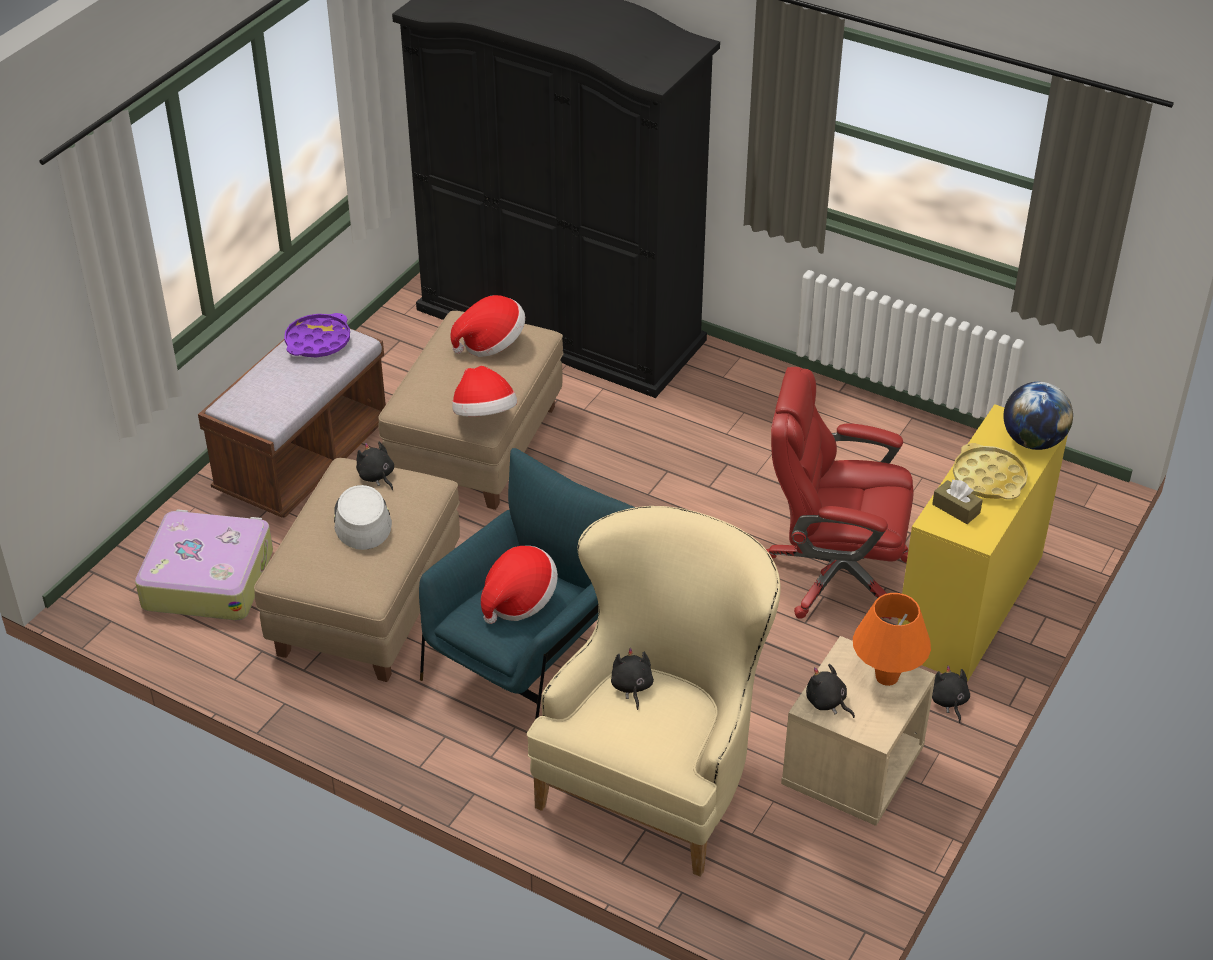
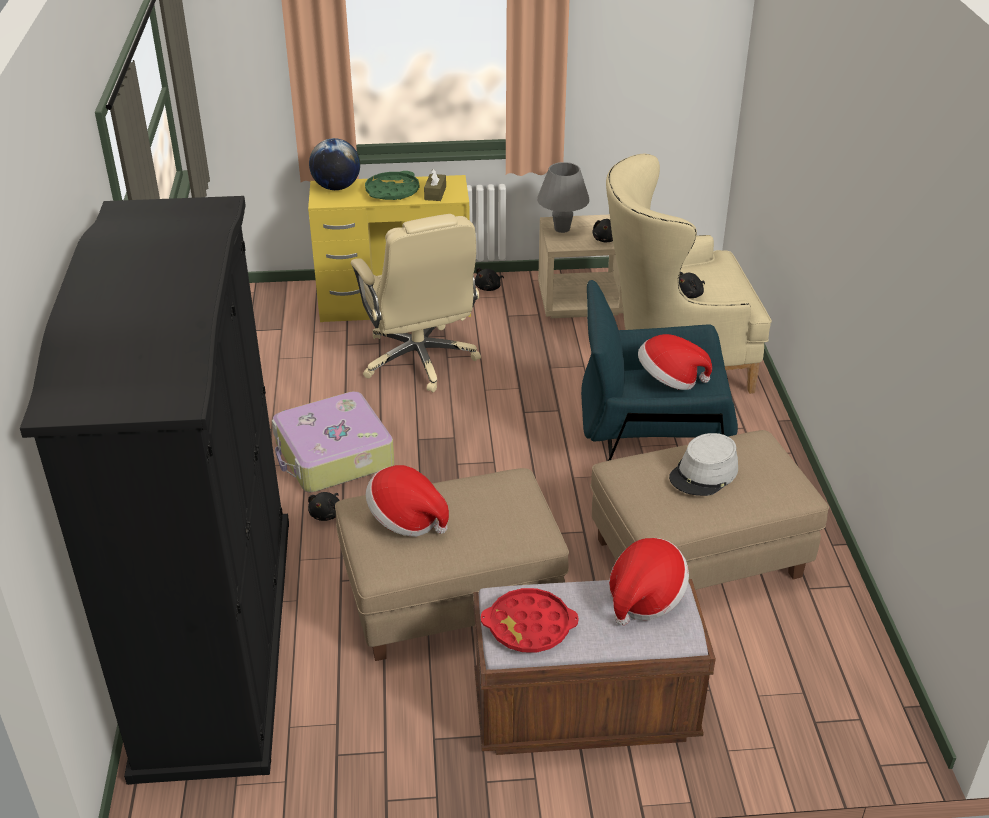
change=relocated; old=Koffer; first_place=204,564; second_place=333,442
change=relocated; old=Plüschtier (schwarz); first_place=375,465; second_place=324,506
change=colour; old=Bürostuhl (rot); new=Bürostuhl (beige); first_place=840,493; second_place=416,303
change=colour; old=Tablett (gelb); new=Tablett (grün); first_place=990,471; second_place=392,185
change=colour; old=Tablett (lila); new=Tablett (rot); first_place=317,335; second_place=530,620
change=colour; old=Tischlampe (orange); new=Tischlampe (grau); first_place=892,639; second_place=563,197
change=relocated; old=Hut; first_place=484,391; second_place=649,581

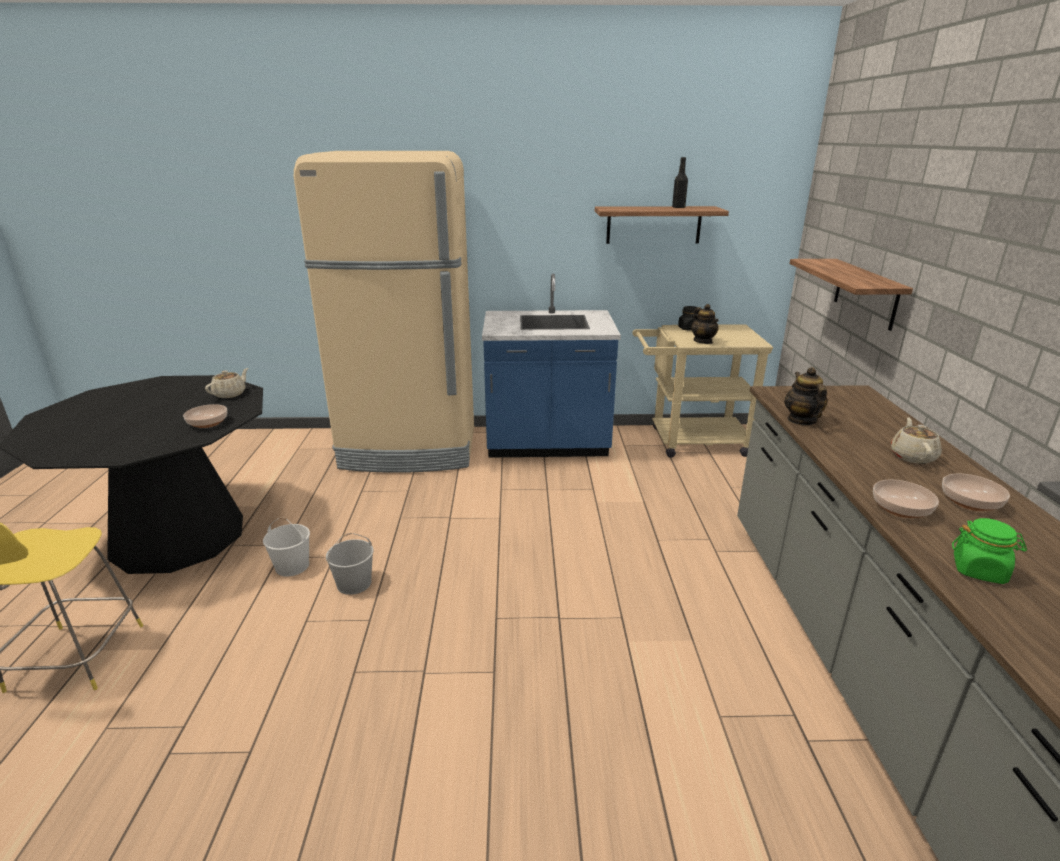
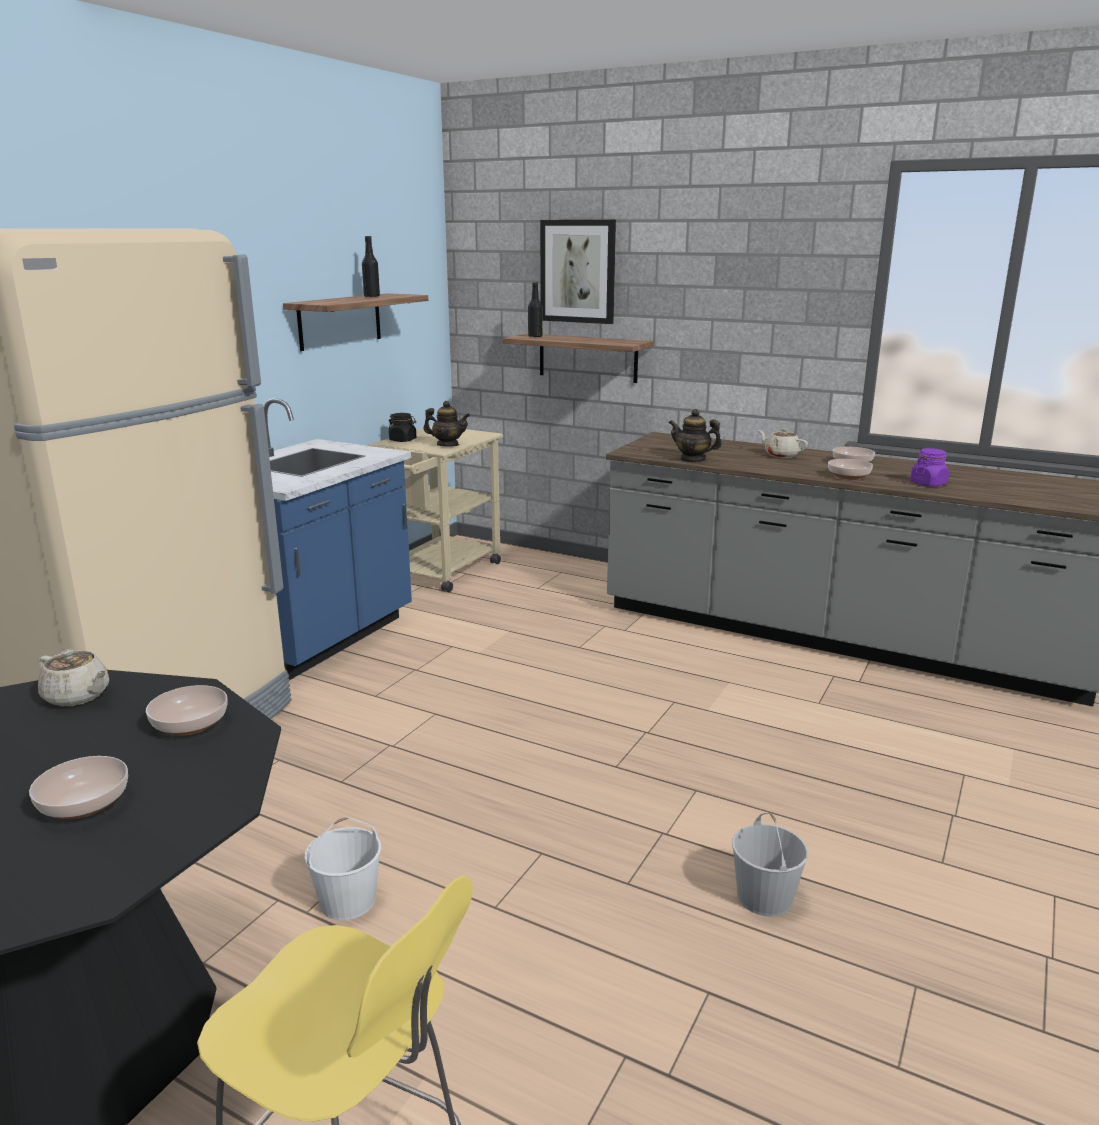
change=appeared; new=Schüssel; second_place=78,787
change=spun; old=Teekanne (beige); first_place=226,383; second_place=73,678; degrees=150
change=appeared; new=Flasche (schwarz); second_place=535,309
change=appeared; new=Bild; second_place=578,272
change=relocated; old=Eimer (weiß); first_place=349,564; second_place=770,865
change=colour; old=Vorratsglas (grün); new=Vorratsglas (lila); first_place=989,551; second_place=929,467

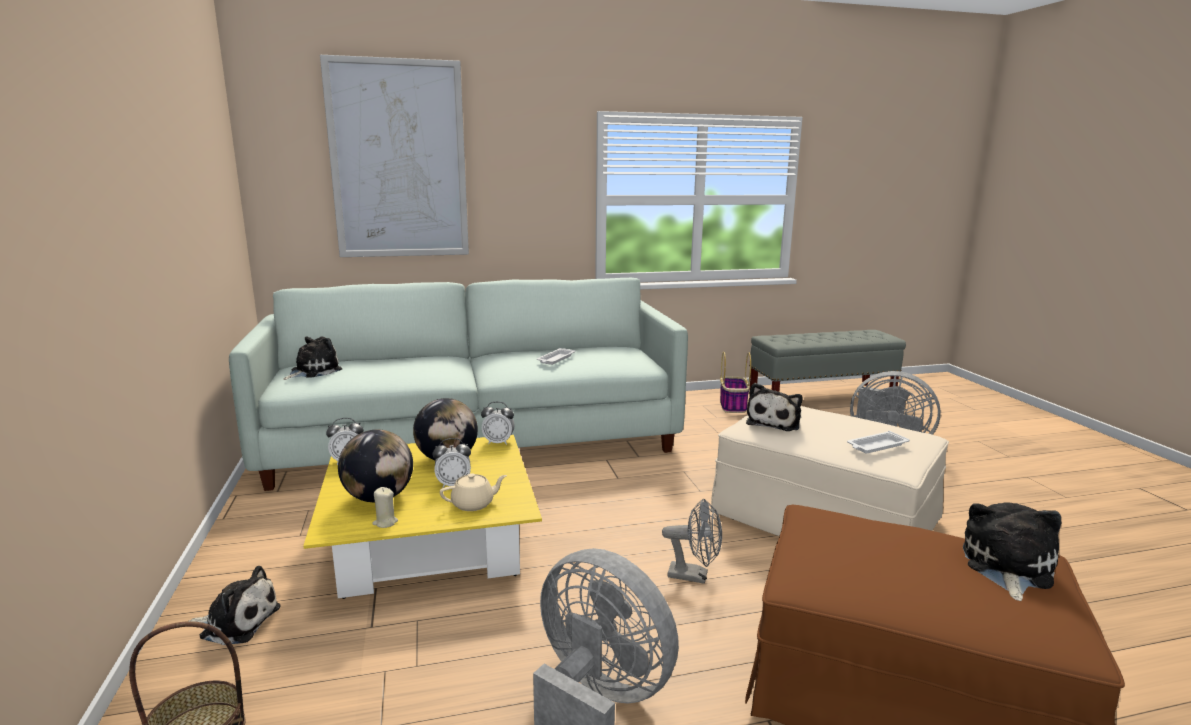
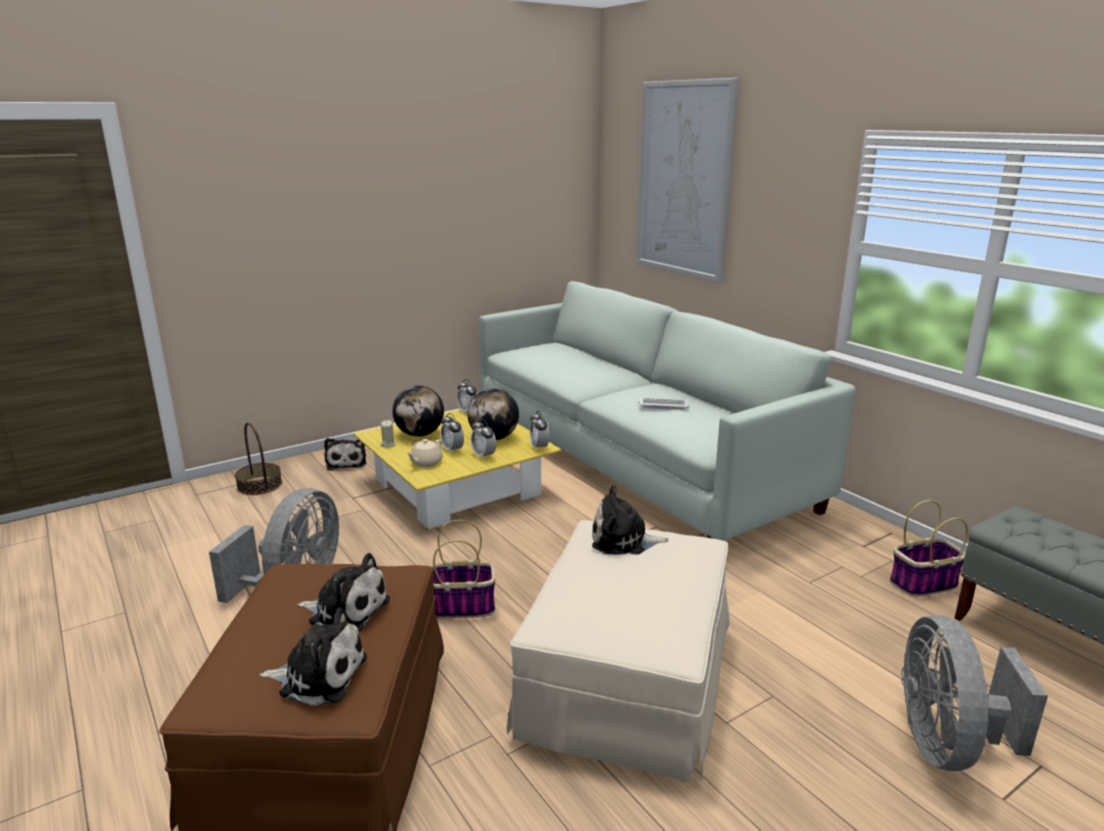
change=relocated; old=Plüschtier; first_place=312,358; second_place=343,592
change=spun; old=Teekanne (beige); first_place=473,492; second_place=425,453; degrees=75
change=exchanged; old=Ventilator (grau); new=Korb; first_place=692,541; second_place=463,569
change=appeared; new=Wecker; second_place=483,439
change=missing; old=Tablett (weiß); first_place=878,442

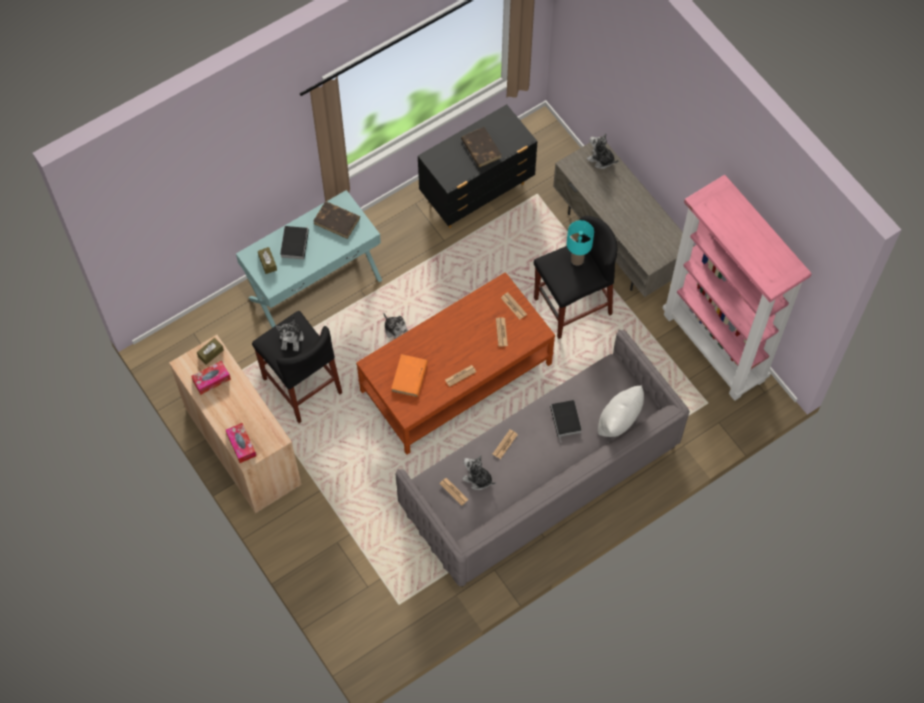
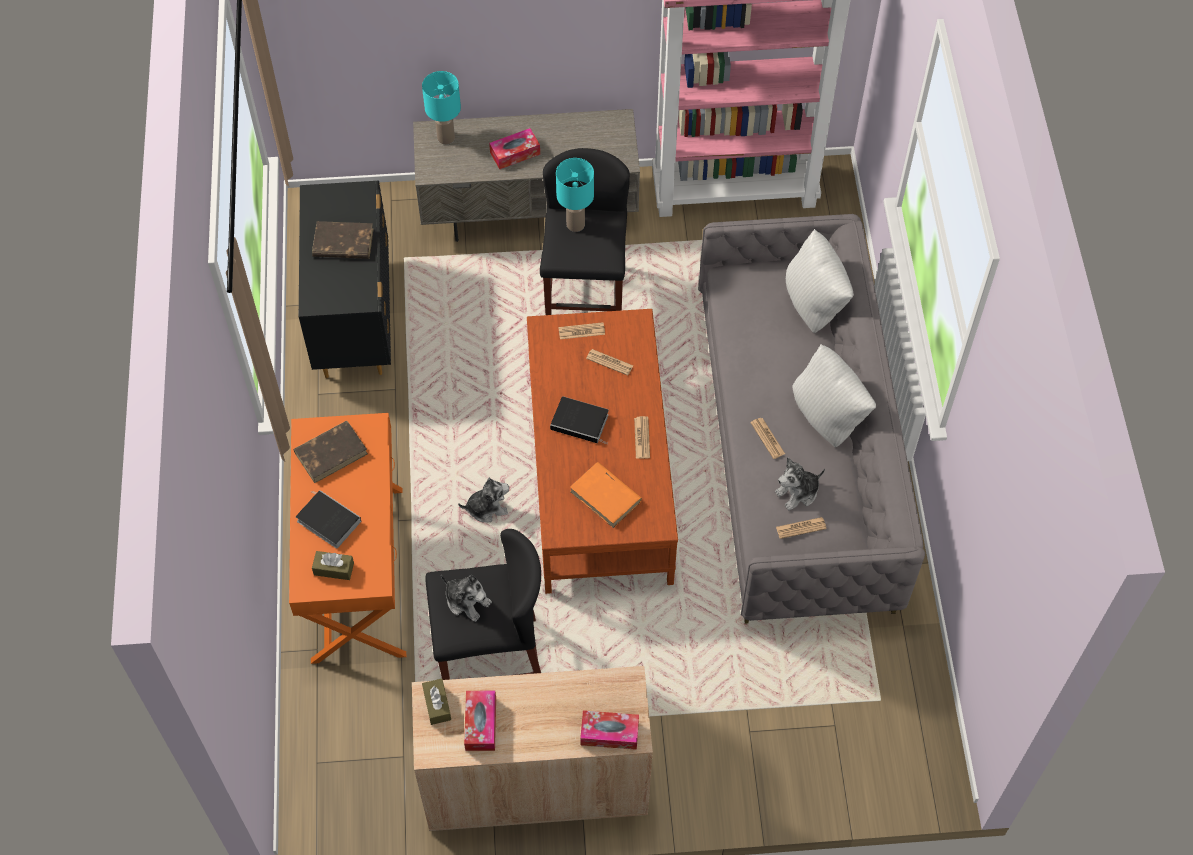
change=colour; old=Konsolentisch (türkis); new=Konsolentisch (orange); first_place=309,259; second_place=347,538
change=exchanged; old=Plüschtier; new=Tischlampe (türkis); first_place=603,151; second_place=441,108
change=appeared; new=Taschentuchbox; second_place=514,148
change=relocated; old=Buch; first_place=566,421; second_place=579,420
change=appeared; new=Kissen (weiß); second_place=834,395

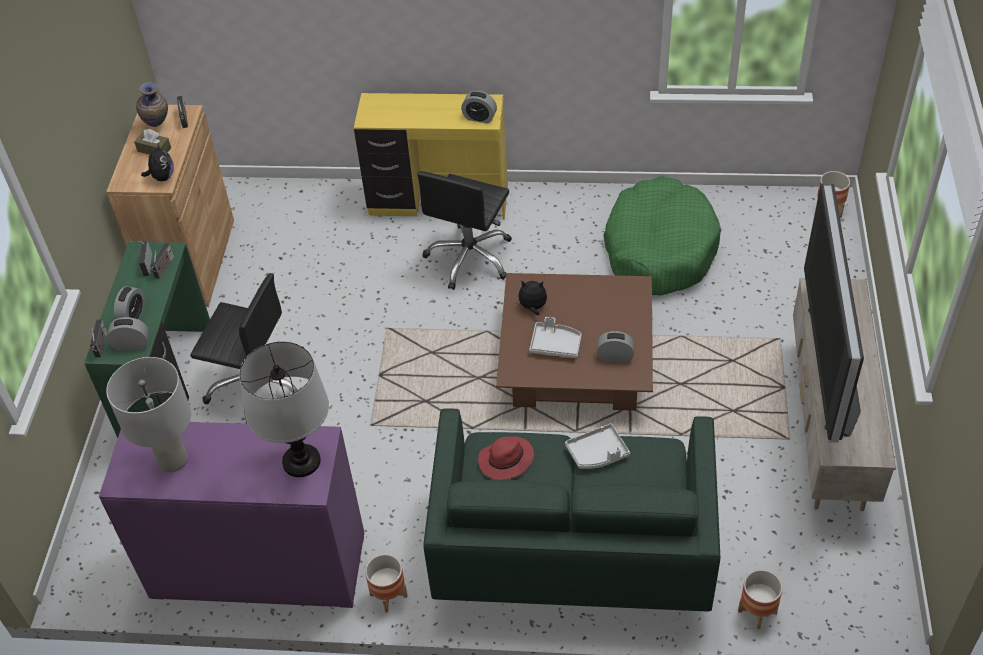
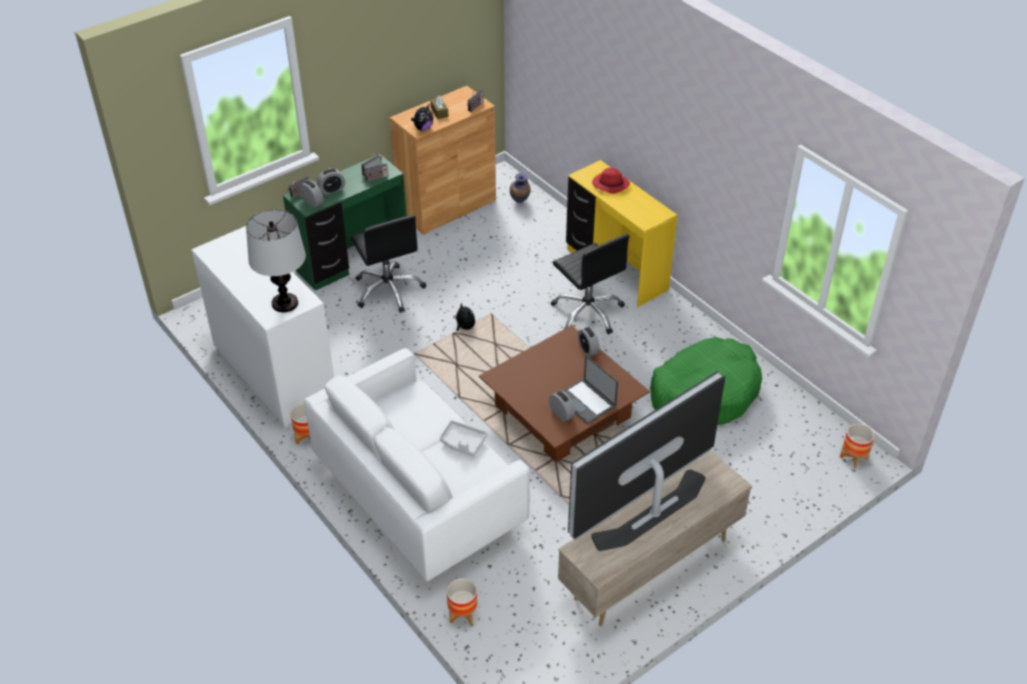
change=colour; old=Kommode (lila); new=Kommode (weiß); first_place=231,515; second_place=262,327
change=colour; old=Sofa (grün); new=Sofa (weiß); first_place=571,510; second_place=417,465
change=relocated; old=Plüschtier; first_place=531,298; second_place=464,317
change=relocated; old=Vase; first_place=152,104; second_place=520,188
change=spun; old=Bürostuhl (schwarz); first_place=464,230; second_place=590,284; degrees=-105
change=appeared; new=Laptop; second_place=591,389
change=relocated; old=Wecker; first_place=479,107; second_place=589,342
change=relocated; old=Hut (rot); first_place=506,458; second_place=611,180
change=missing; old=Tischlampe (grau); first_place=148,414
change=missing; old=Tablett (grau); first_place=555,337

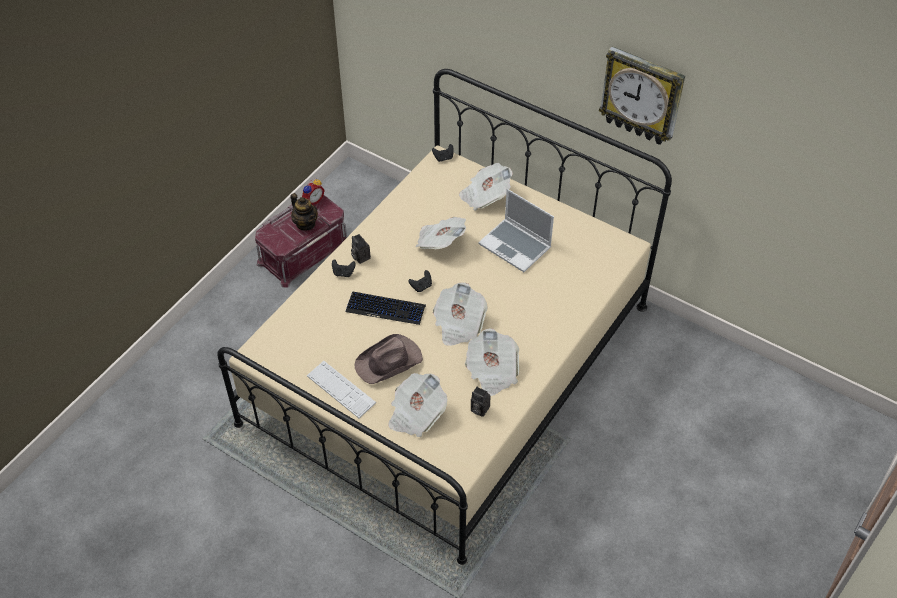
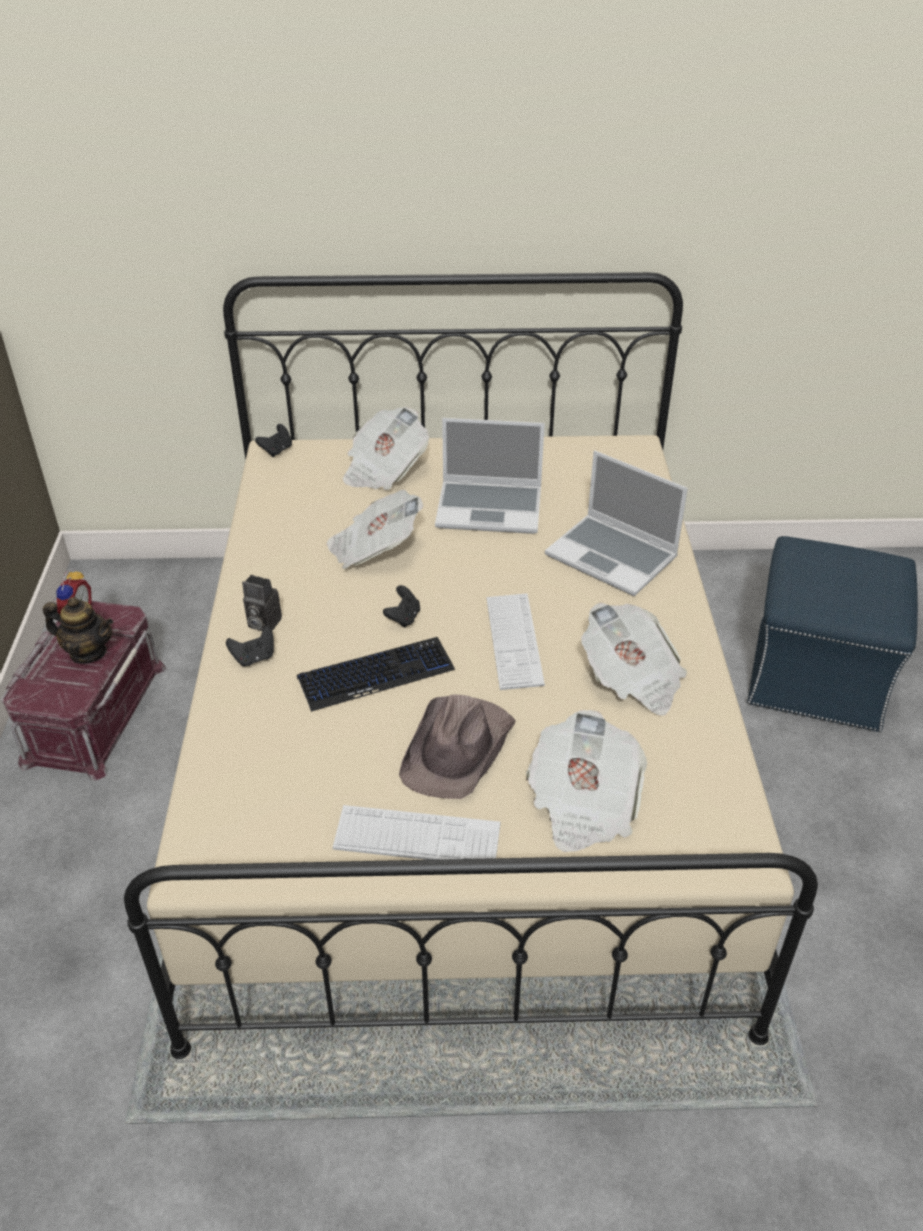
change=exchanged; old=Zeitung; new=Tastatur; first_place=460,314; second_place=515,641
change=appeared; new=Laptop; second_place=616,523
change=appeared; new=Polsterhocker (blau); second_place=832,634
change=missing; old=Kamera; first_place=481,402
change=missing; old=Wanduhr; first_place=642,96

